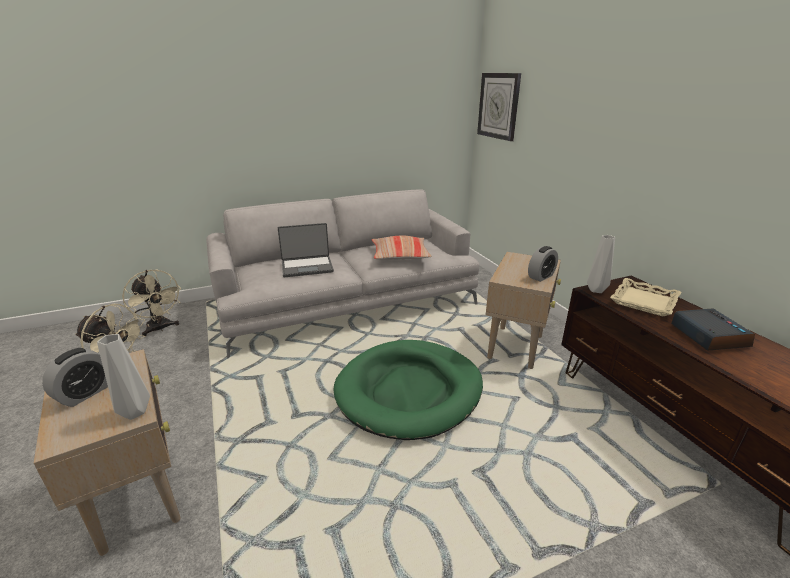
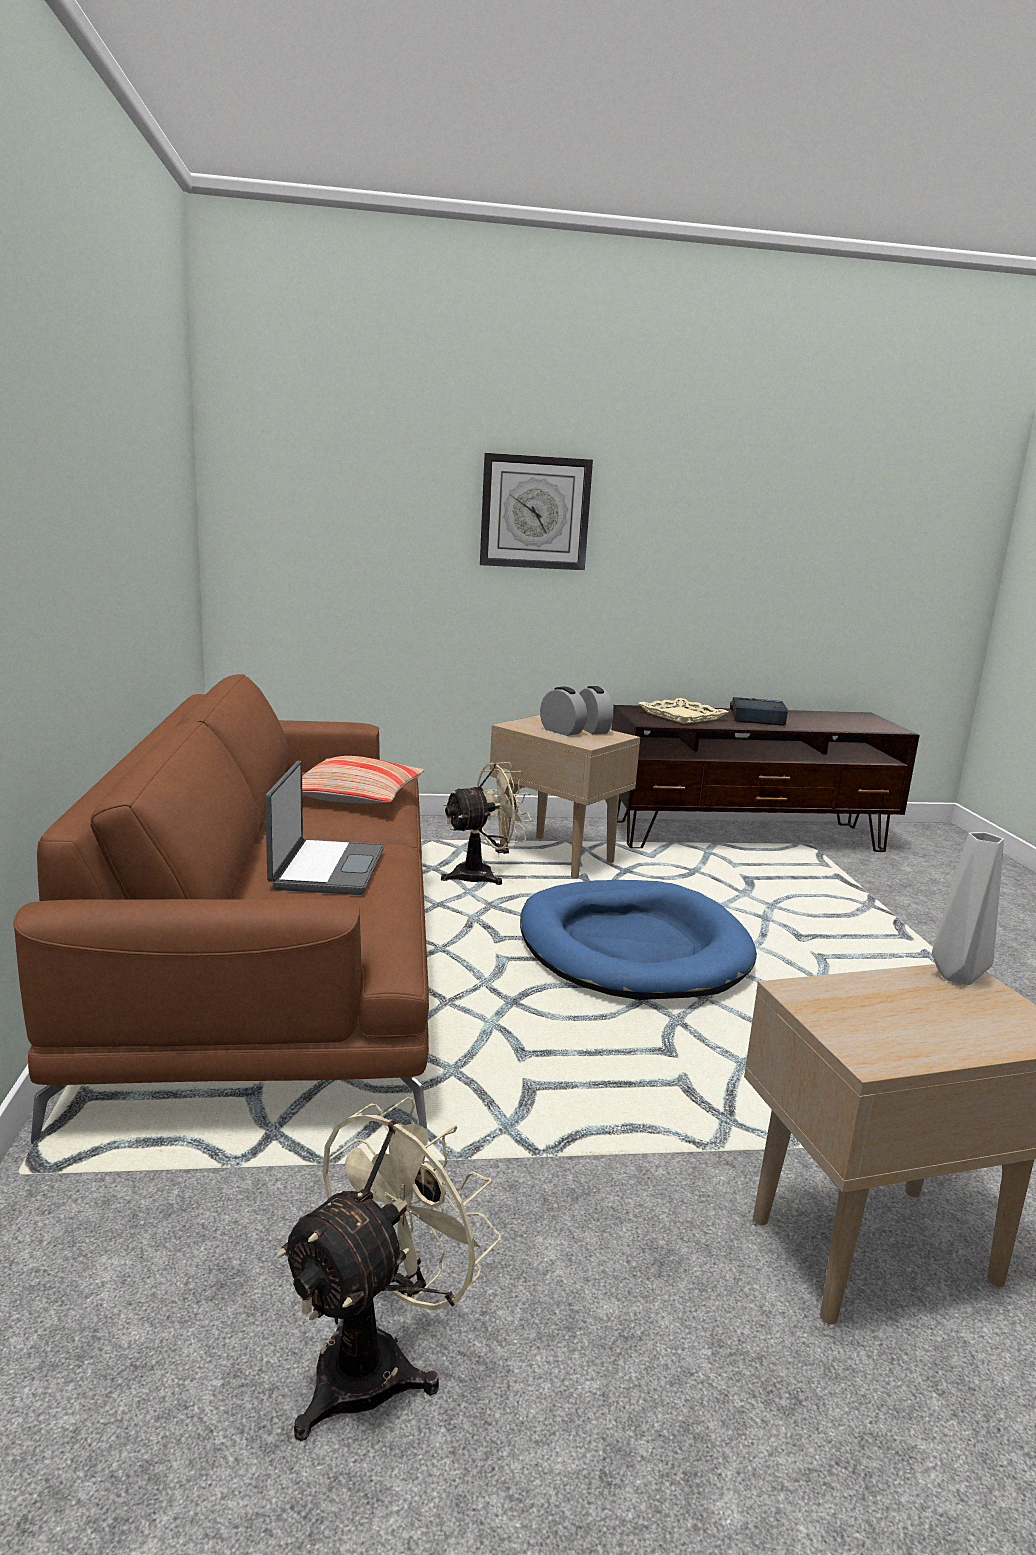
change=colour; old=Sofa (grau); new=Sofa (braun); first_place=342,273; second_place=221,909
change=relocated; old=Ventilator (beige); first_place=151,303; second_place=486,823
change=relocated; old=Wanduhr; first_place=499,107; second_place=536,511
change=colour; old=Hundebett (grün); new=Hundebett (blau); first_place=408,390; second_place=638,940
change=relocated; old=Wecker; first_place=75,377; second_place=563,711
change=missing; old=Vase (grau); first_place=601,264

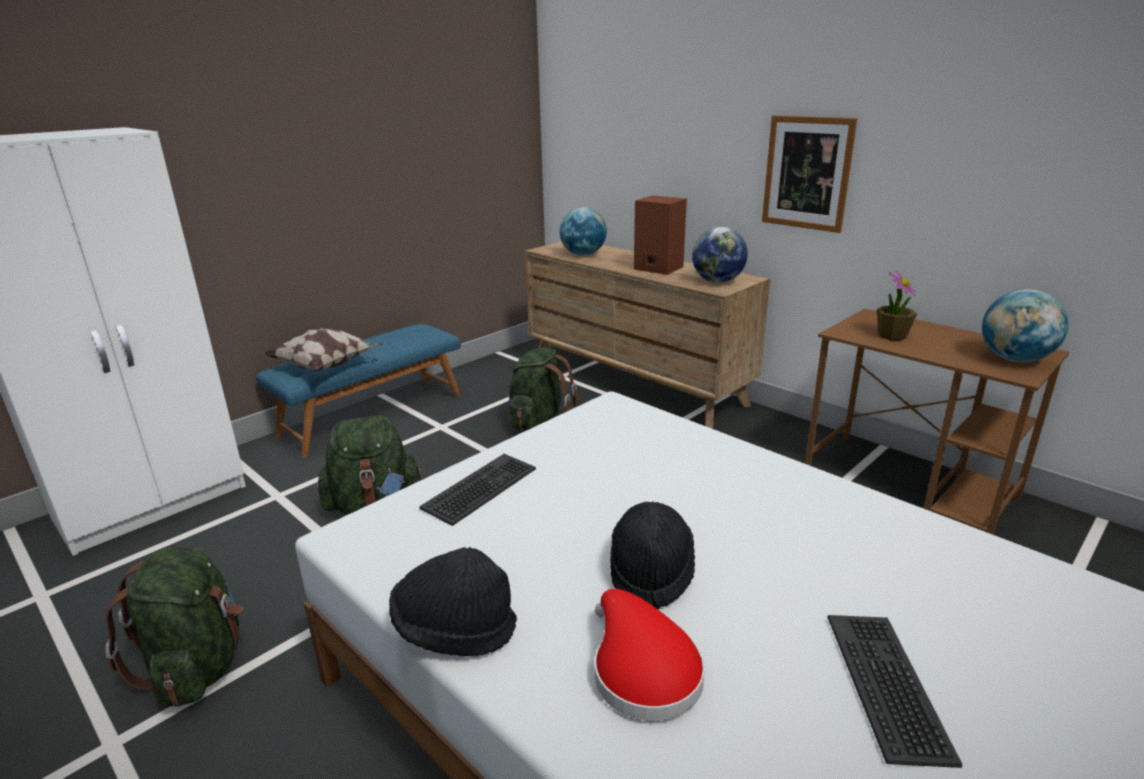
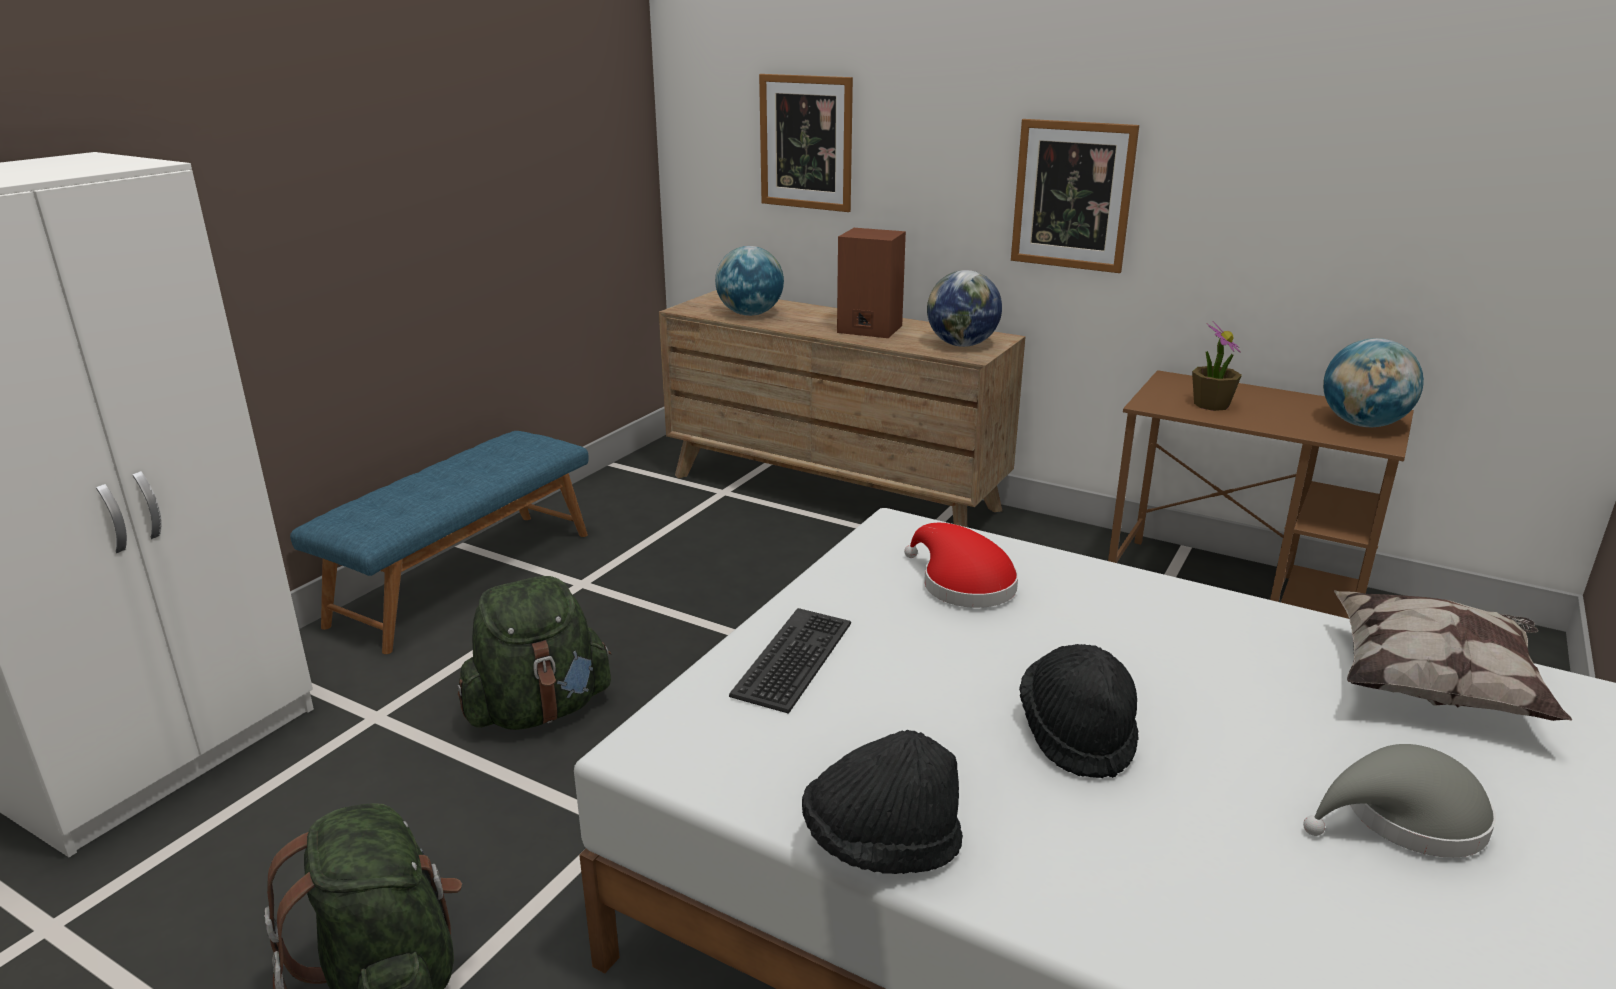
change=appeared; new=Bild; second_place=806,143
change=relocated; old=Hut (rot); first_place=649,655; second_place=961,565
change=exchanged; old=Tastatur; new=Hut (grau); first_place=895,691; second_place=1399,801
change=relocated; old=Kissen; first_place=323,349; second_place=1452,655
change=missing; old=Rucksack (grün); first_place=542,389

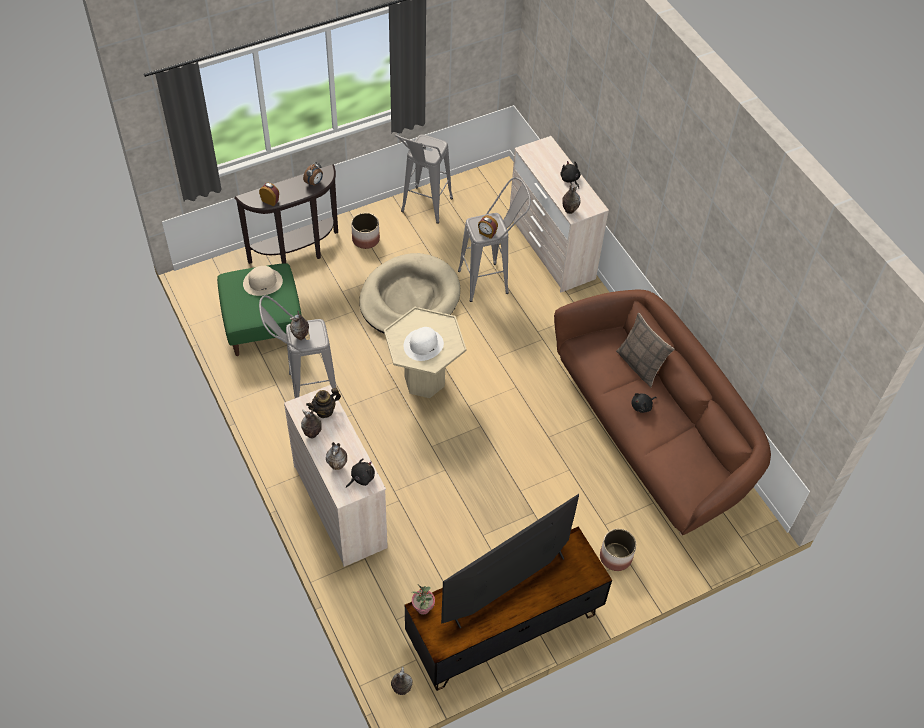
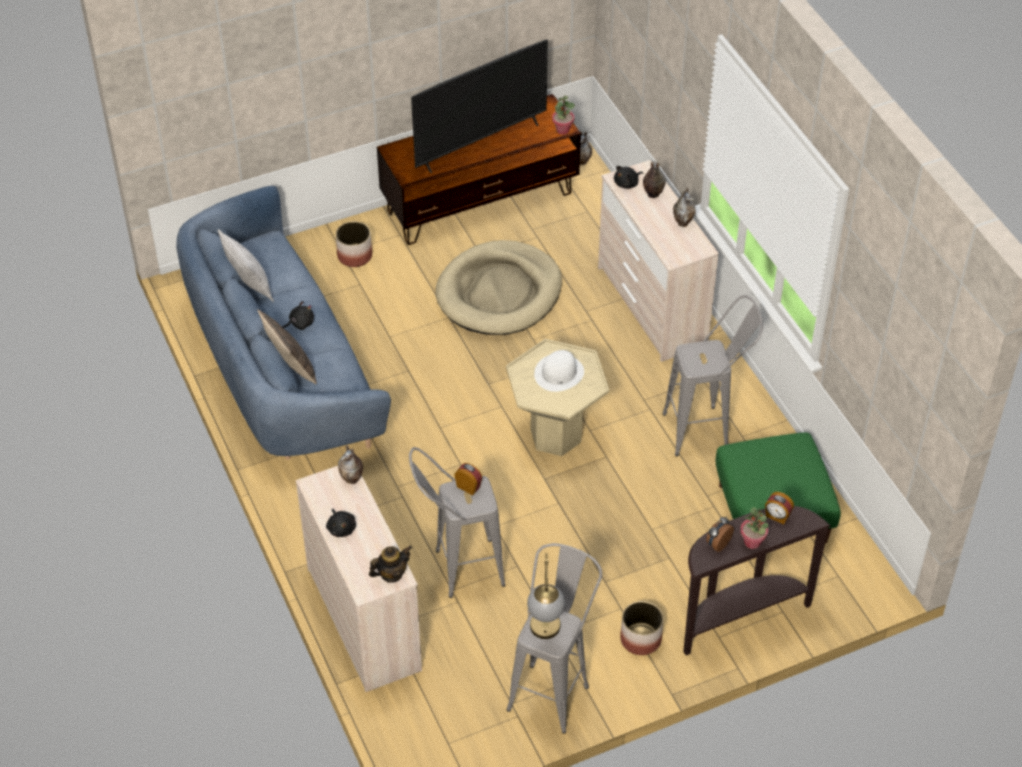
change=colour; old=Sofa (braun); new=Sofa (blau); first_place=662,412; second_place=283,323
change=appeared; new=Kissen; second_place=246,265
change=relocated; old=Teekanne; first_place=323,403; second_place=390,564
change=relocated; old=Hundebett (beige); first_place=409,293; second_place=498,287
change=appeared; new=Tischlampe; second_place=546,596
change=appeared; new=Topfpflanze; second_place=754,528
change=missing; old=Hut (beige); first_place=263,281
change=missing; old=Vase; first_place=299,325

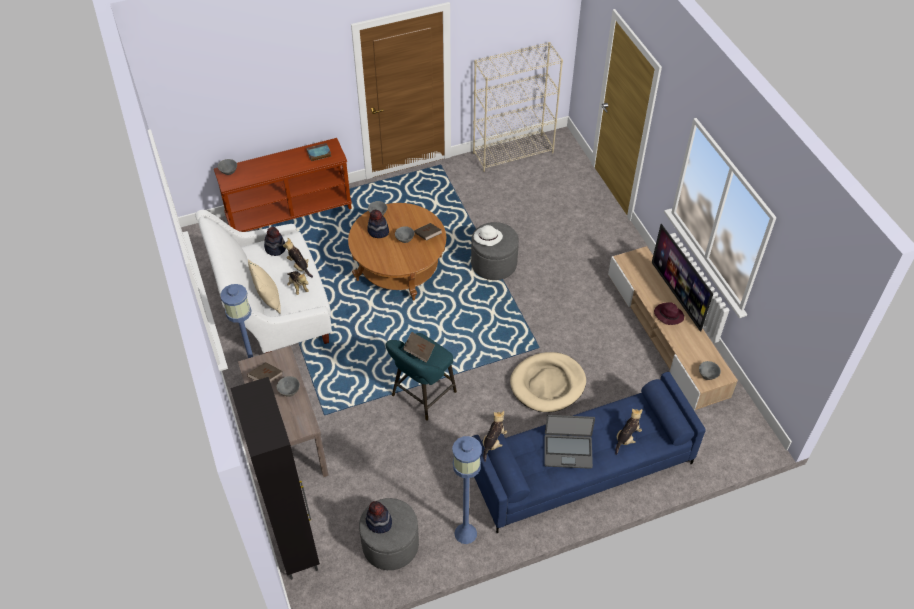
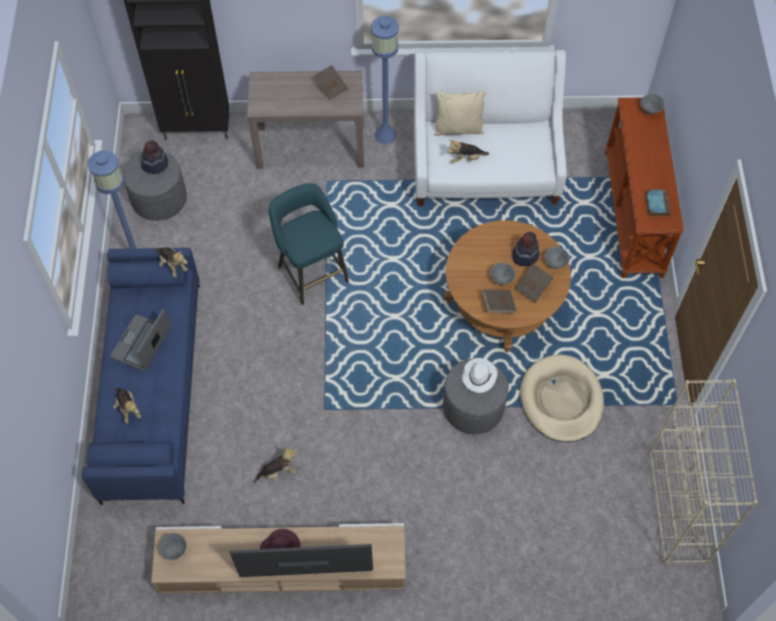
change=relocated; old=Plüschtier; first_place=298,258; second_place=275,465
change=relocated; old=Buch (braun); first_place=419,347; second_place=534,283
change=relocated; old=Hundebett (beige); first_place=548,382; second_place=562,398
change=missing; old=Hut; first_place=275,241
change=missing; old=Schüssel (grau); first_place=288,386

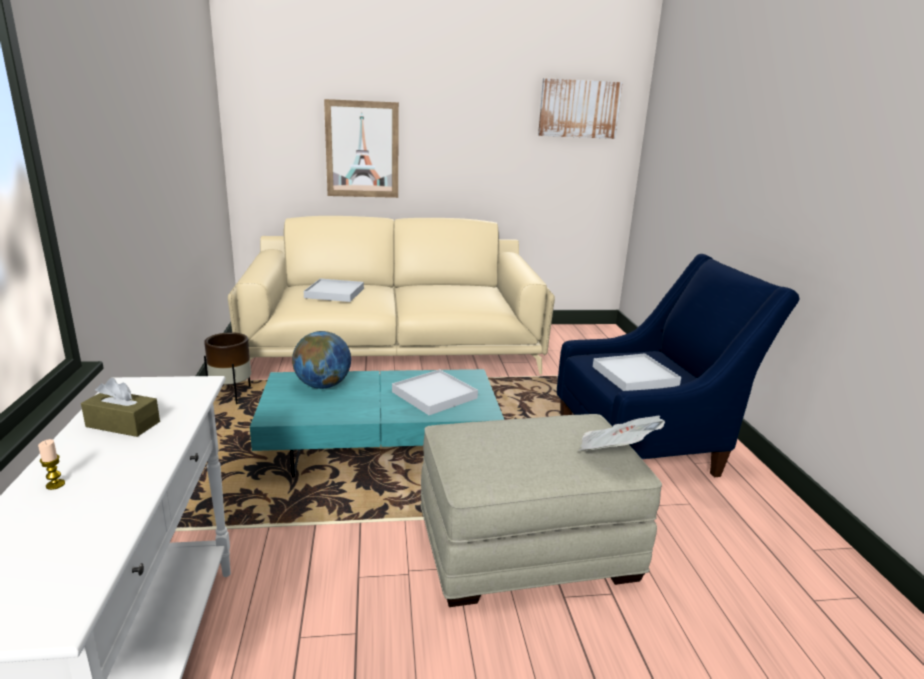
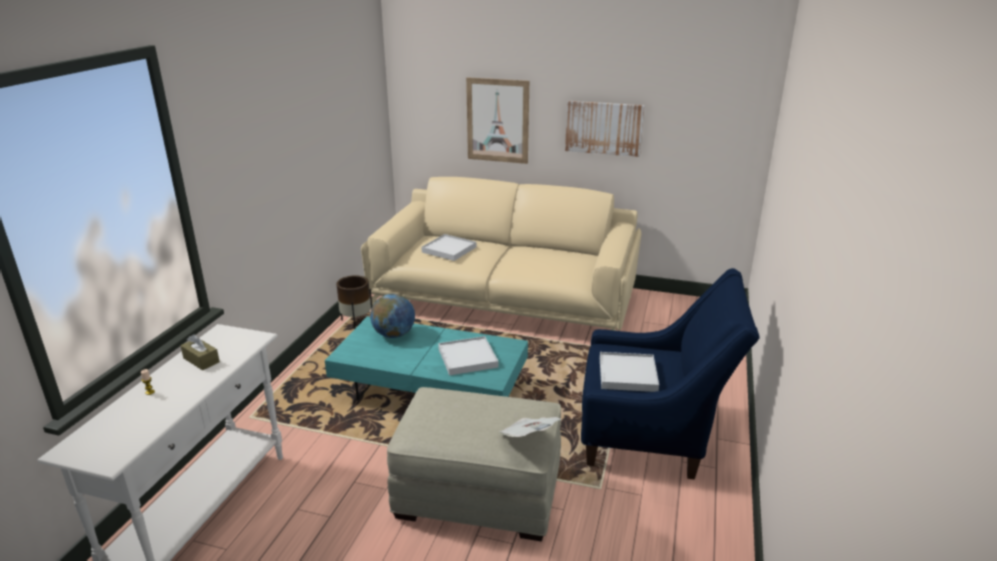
change=relocated; old=Bild; first_place=580,108; second_place=605,129

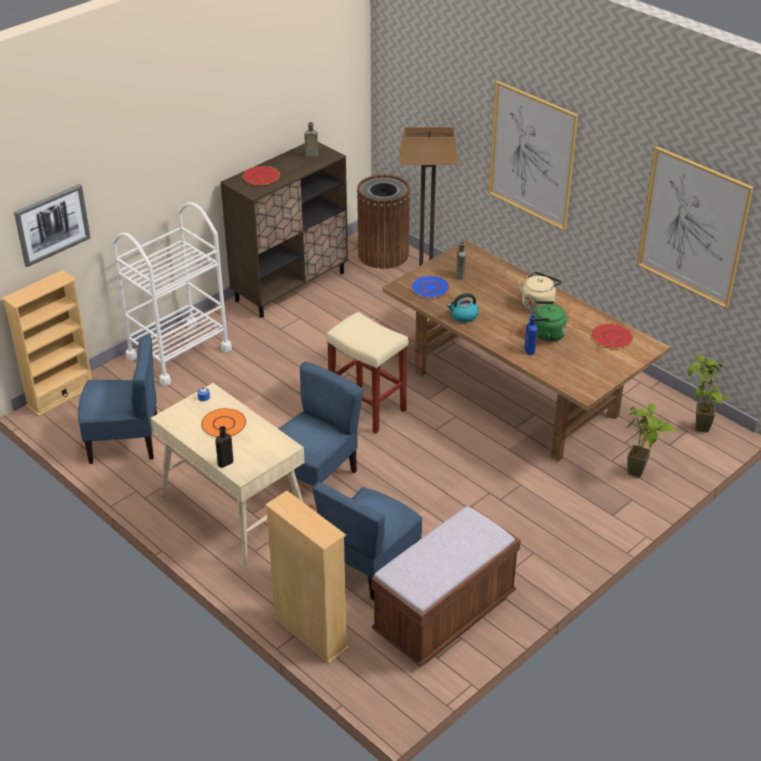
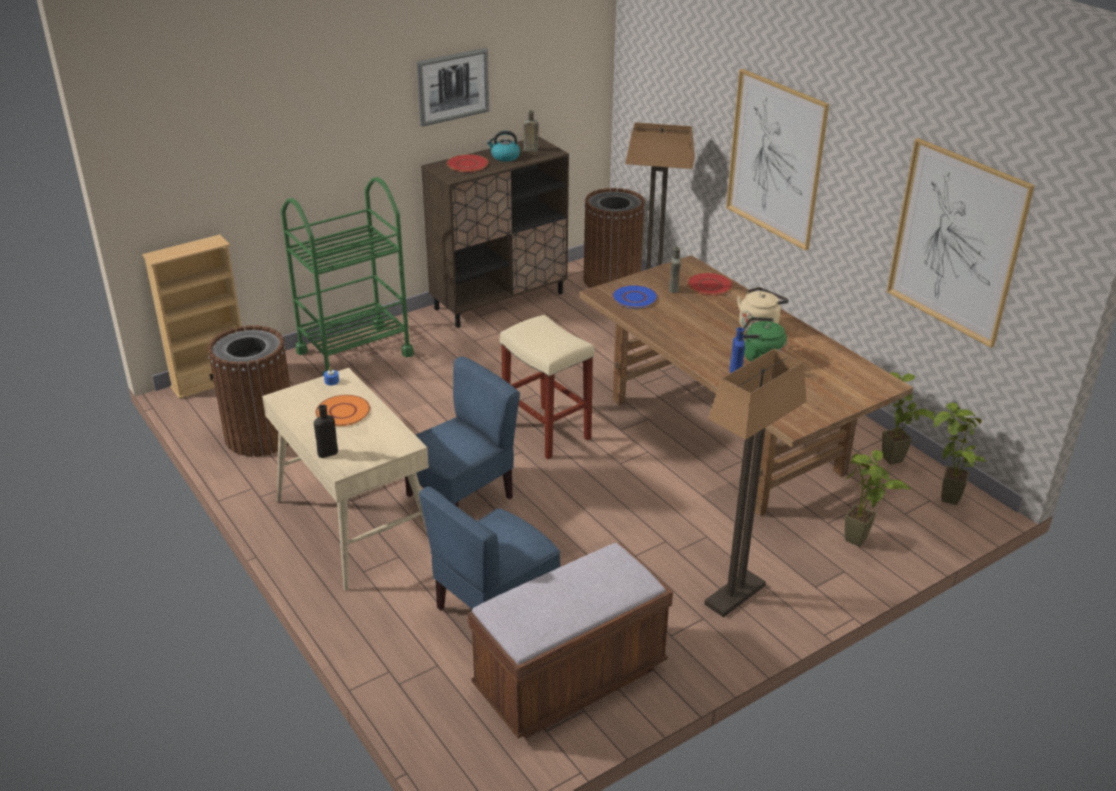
change=exchanged; old=Stuhl (blau); new=Mülleimer (braun); first_place=117,400; second_place=249,391
change=colour; old=Rollwagen (weiß); new=Rollwagen (grün); first_place=172,294; second_place=347,276
change=relocated; old=Bild; first_place=52,225; second_place=452,87
change=relocated; old=Wasserkessel; first_place=463,307; second_place=503,146
change=relocated; old=Teller (rot); first_place=612,336; second_place=710,284
change=appeared; new=Stehlampe; second_place=755,482
change=appeared; new=Topfpflanze; second_place=909,418
change=missing; old=Bücherregal (beige); first_place=307,577

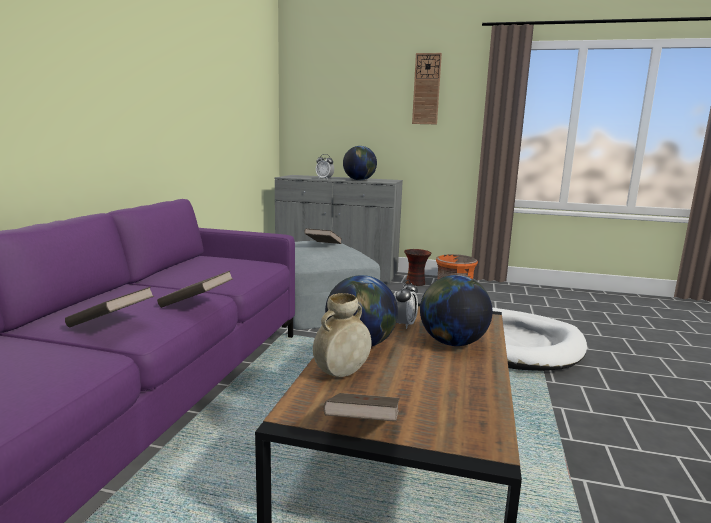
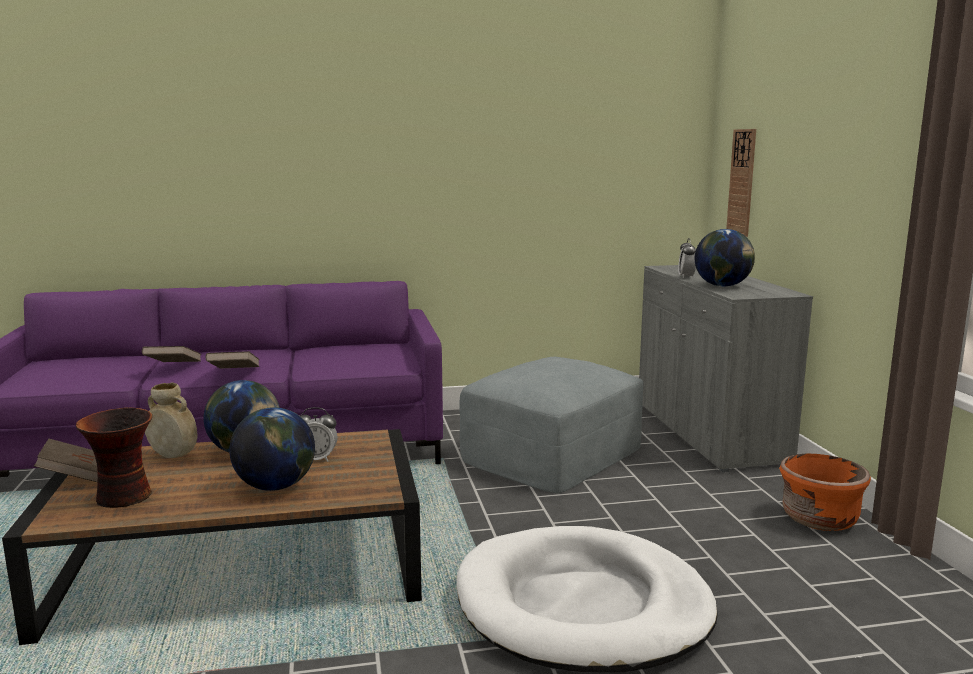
change=relocated; old=Vase; first_place=418,267; second_place=114,457
change=relocated; old=Wanduhr; first_place=427,88; second_place=741,183
change=missing; old=Buch (braun); first_place=323,236

